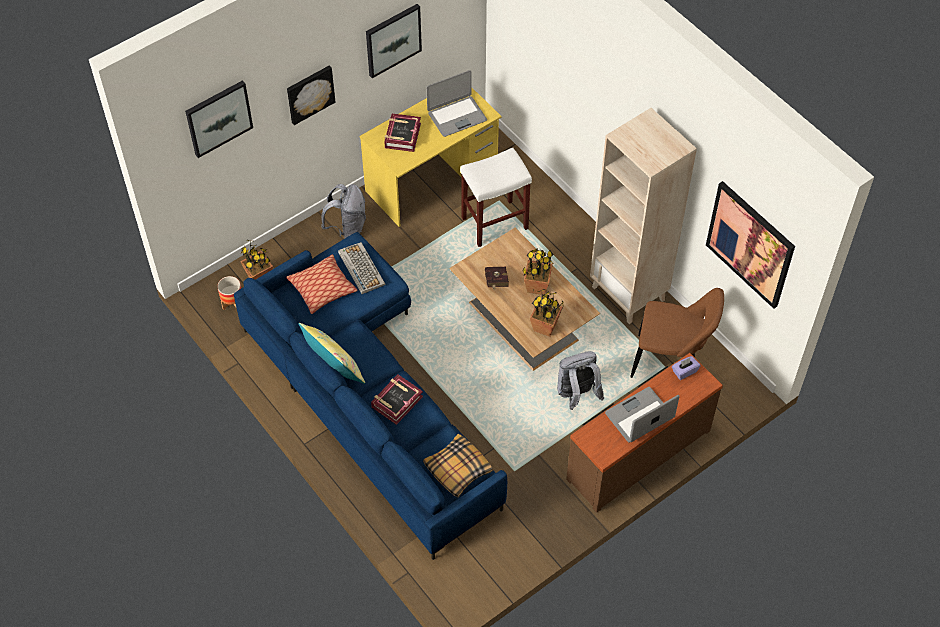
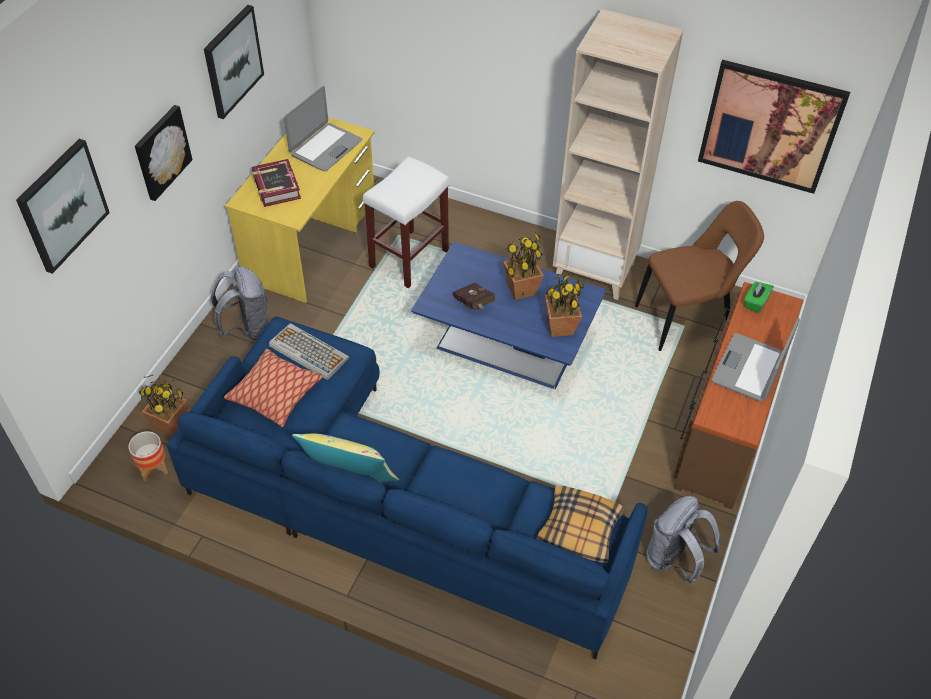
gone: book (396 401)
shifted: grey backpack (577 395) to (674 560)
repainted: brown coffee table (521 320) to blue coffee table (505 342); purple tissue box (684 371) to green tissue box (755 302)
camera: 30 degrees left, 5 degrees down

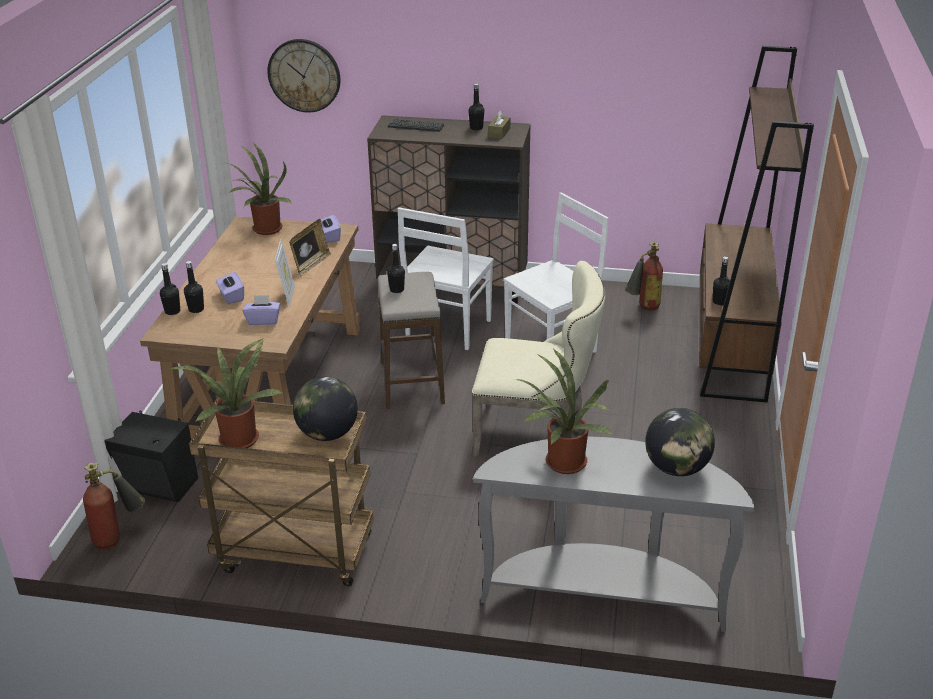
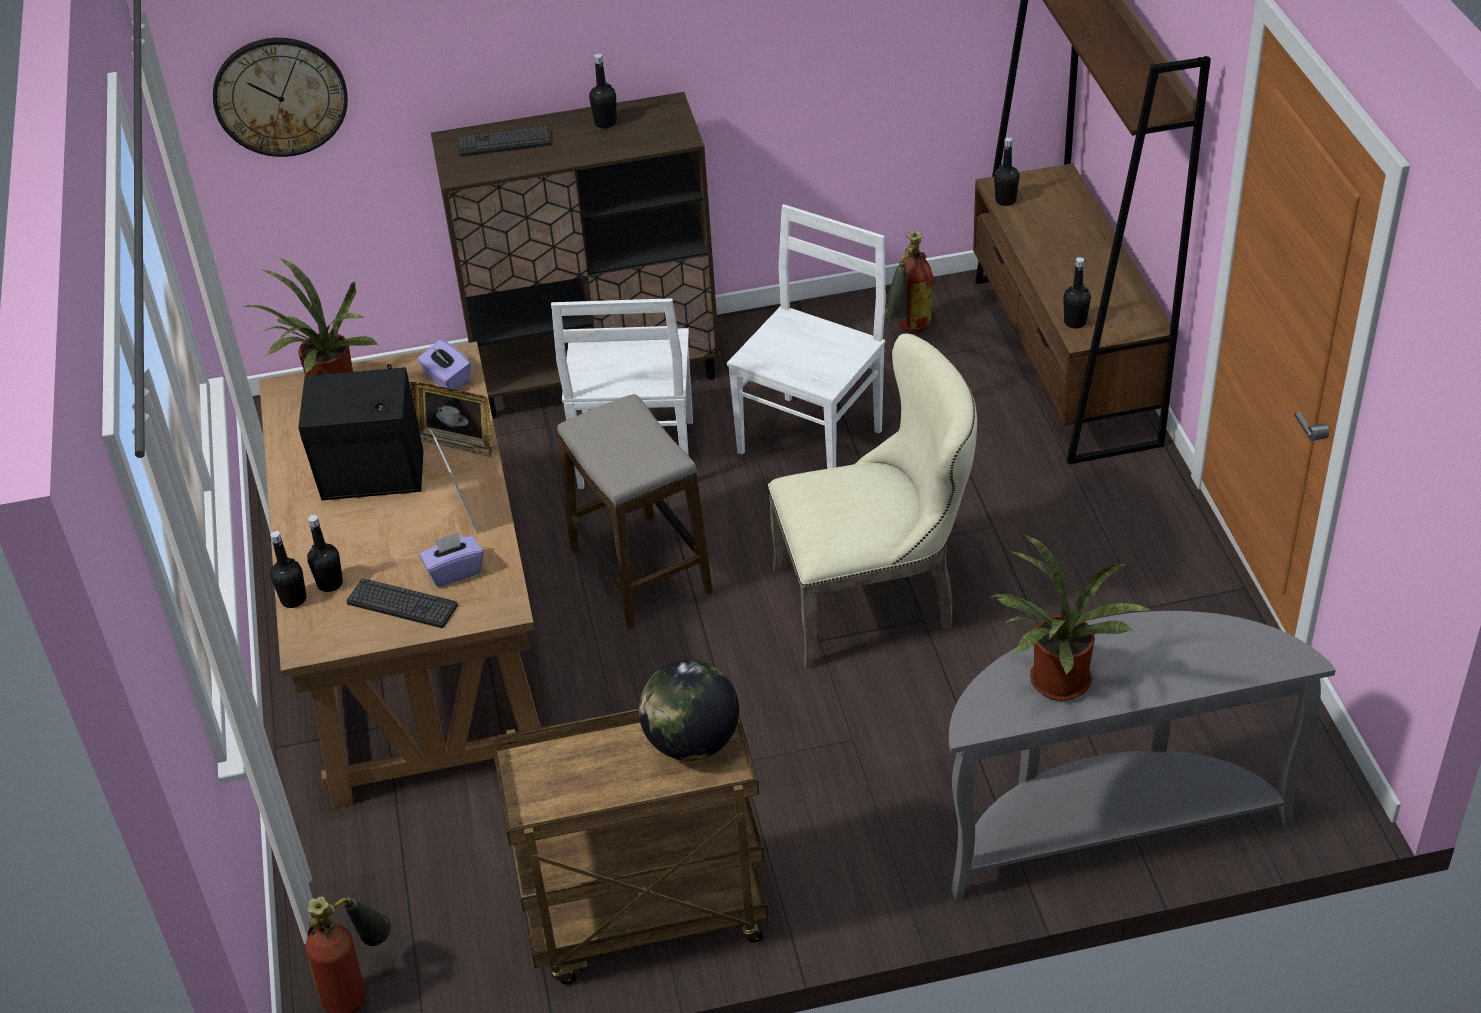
gone: potted plant (239 437); purple tissue box (231 296); brown tissue box (499 133); globe (676 468)
new: keyboard (402 604)
shifted: black speaker (160 486) to (374 479); black bottle (397 290) to (1005 200)
rotated: picture frame (310 265) = (455 443) 105 degrees clockwise
camera: 20 degrees left, 10 degrees up

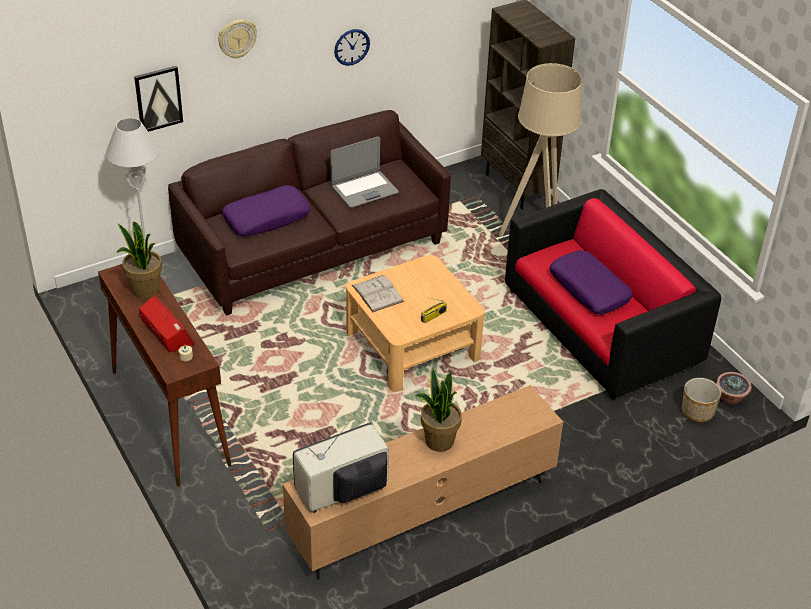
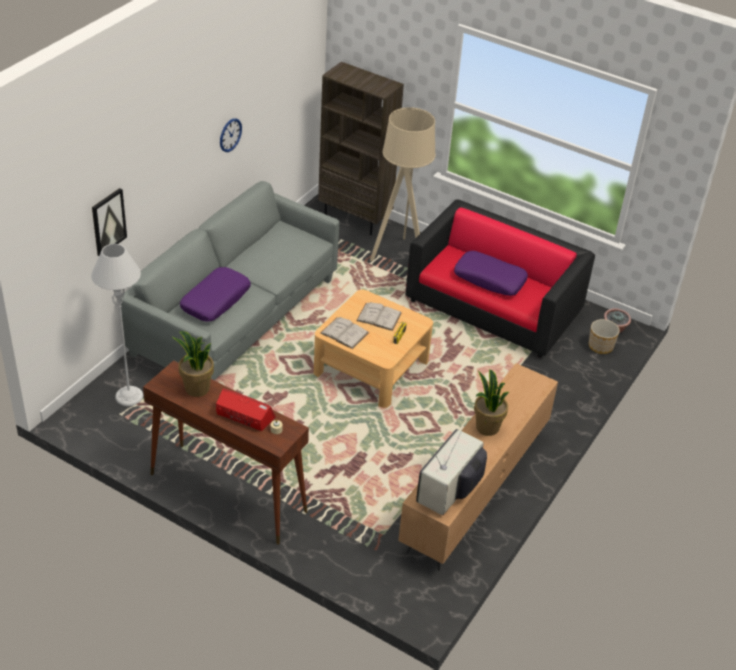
gone: wall clock (237 38); laptop (364 189)
new: white book (379 317)
repainted: brown sofa (313 249) to grey sofa (236 317)
camera: 30 degrees left, 0 degrees up

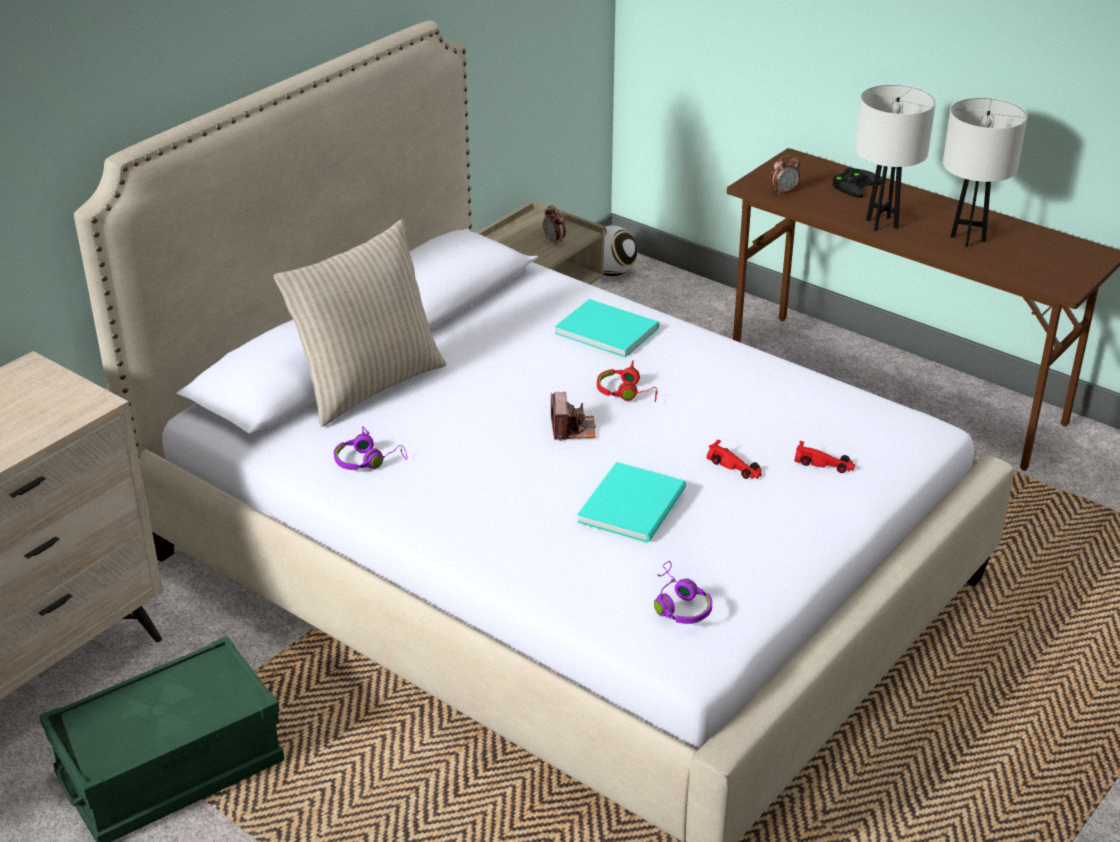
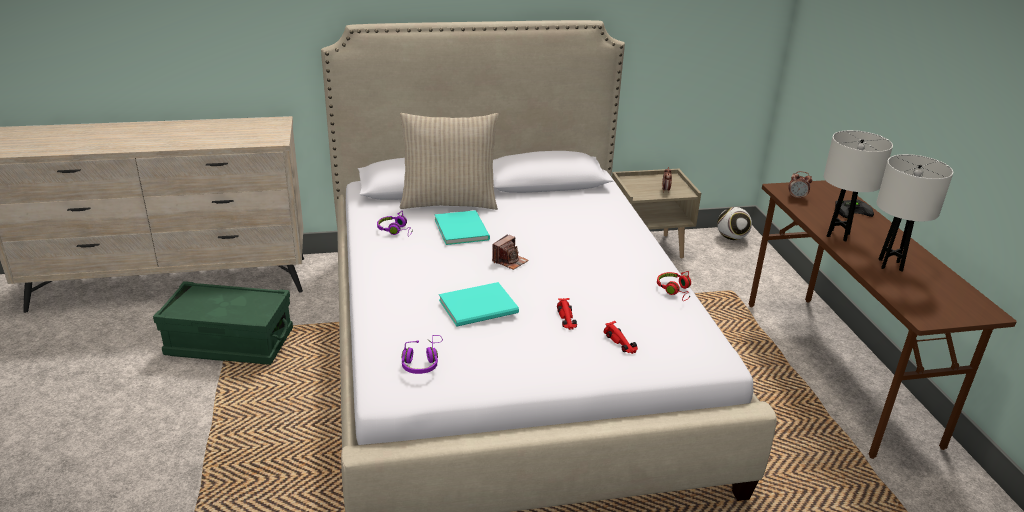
shifted: turquoise book (606 329) to (462 228); red headphones (627 393) to (675 291)
camera: 40 degrees right, 5 degrees down

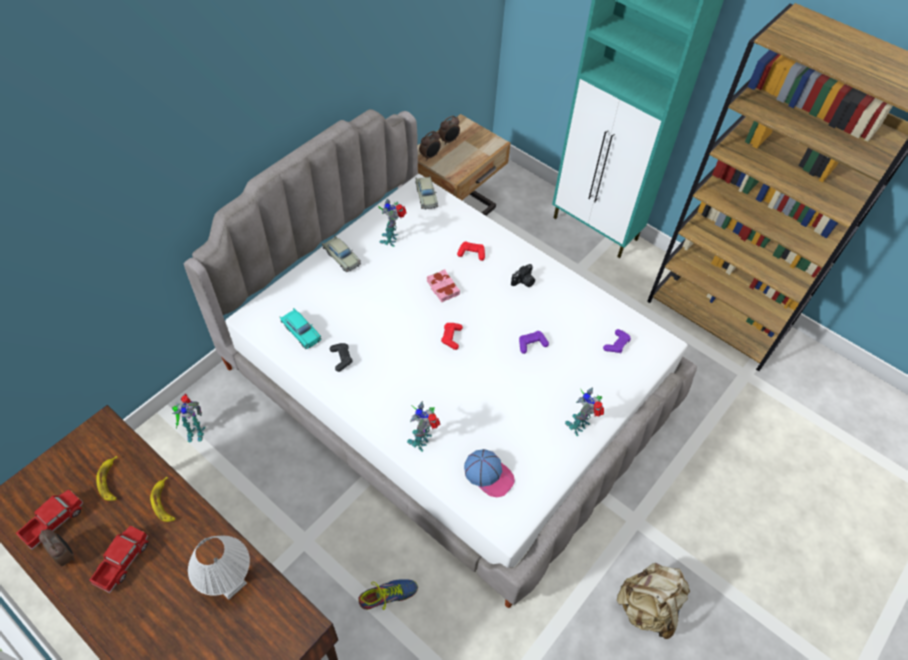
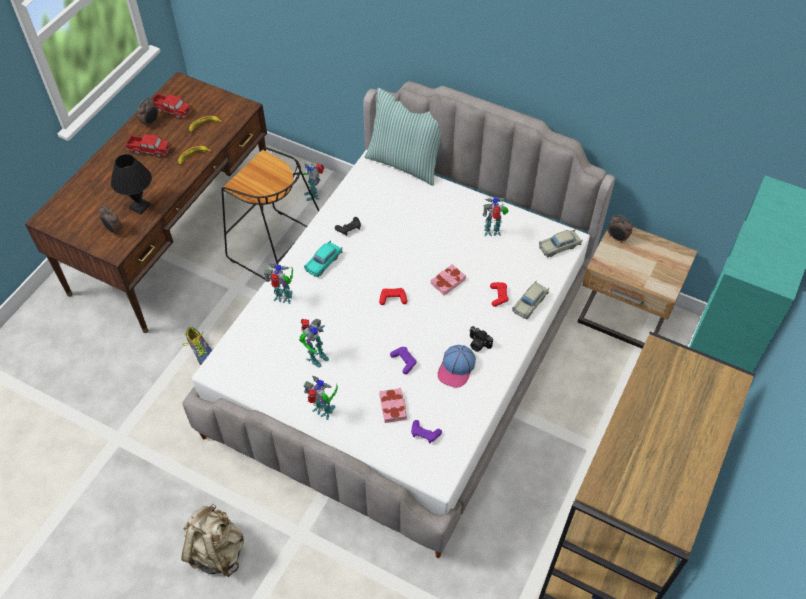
new: black stool (277 249); toy robot (315 357); pillow (405 163); pink book (393 407)
shifted: turquoise toy car (301 332) to (324 262); beige toy car (342 257) to (530 303); alarm clock (449 141) to (114 230); cap (489 475) to (456 368)
repainted: white table lamp (231 583) to black table lamp (140 206)
camera: 80 degrees right, 0 degrees up

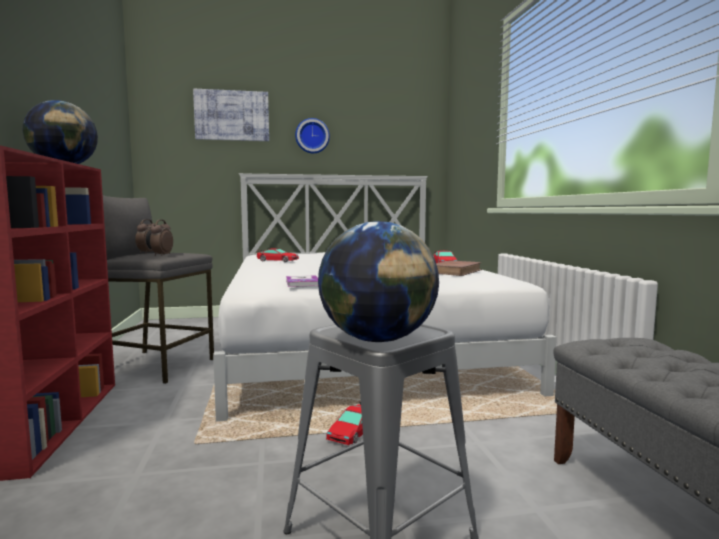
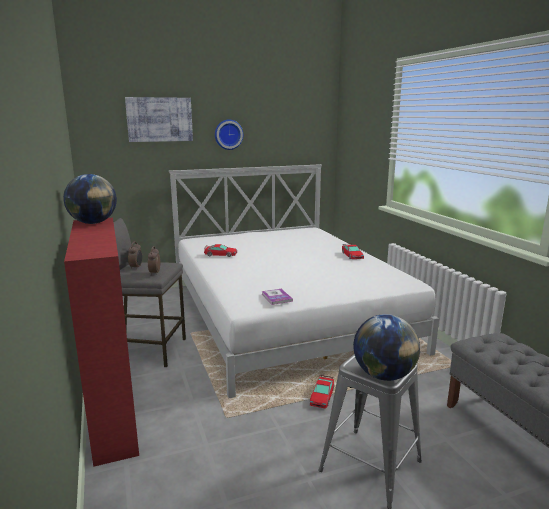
gone: brown book (455 271)
camera: 10 degrees left, 10 degrees up

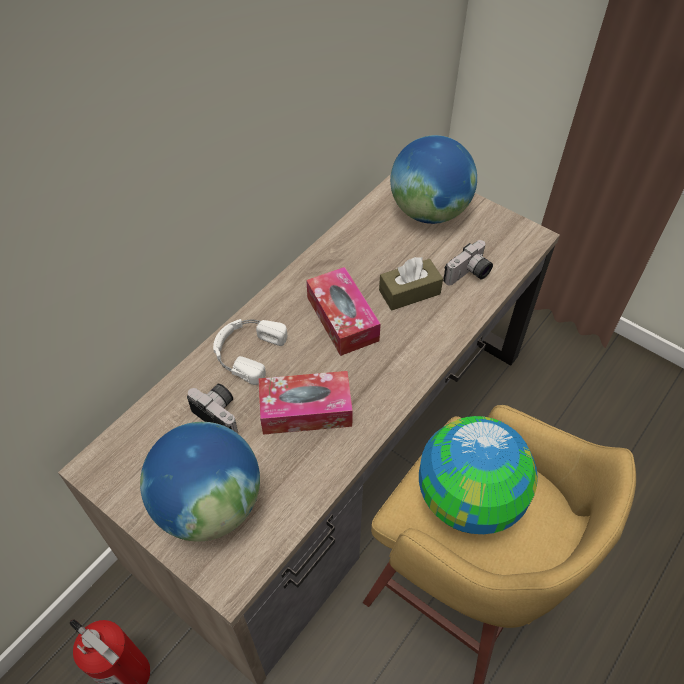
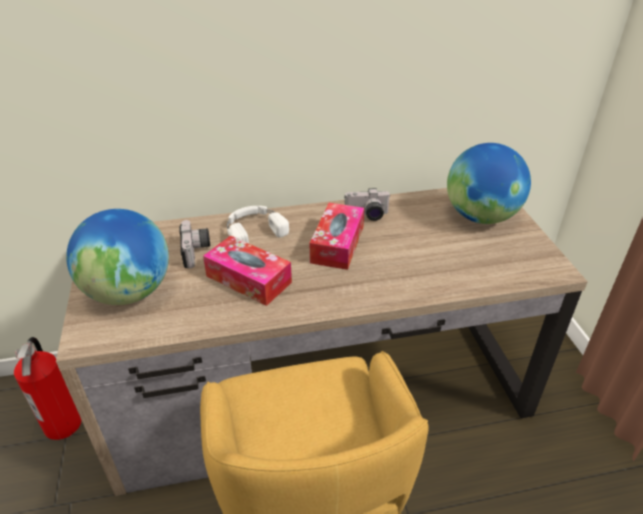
gone: brown tissue box (409 292); globe (470 499)
shifted: photo camera (469 275) to (367 215)
camera: 40 degrees right, 15 degrees down

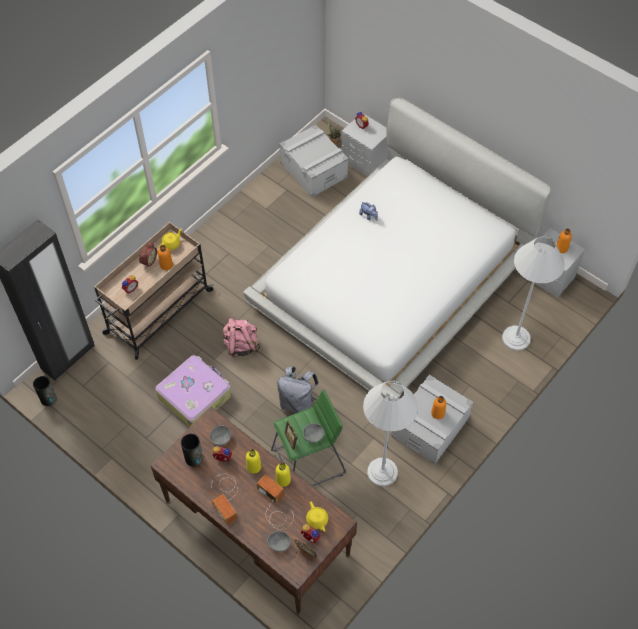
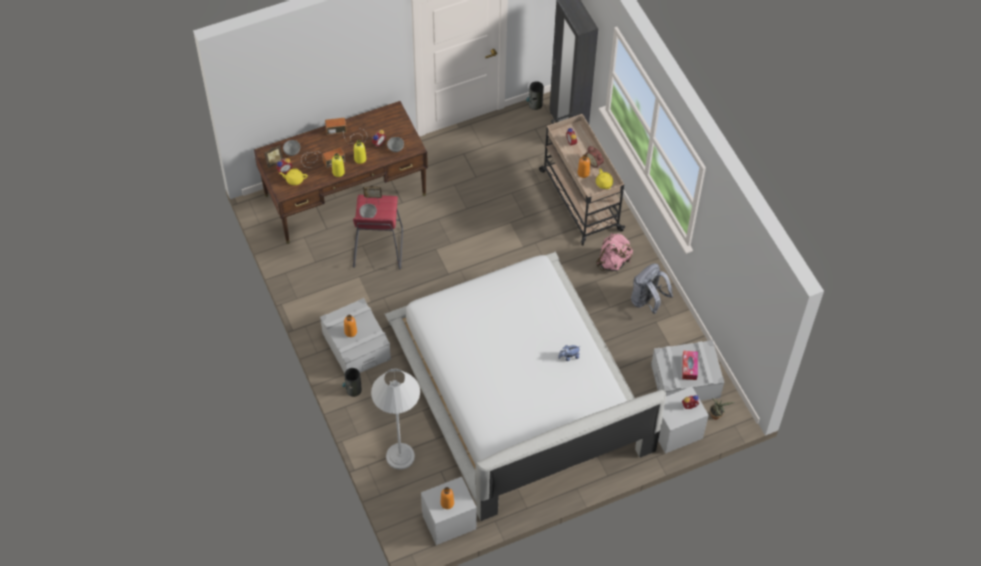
gone: suitcase (195 395); white floor lamp (382 472)
new: tissue box (689 367)
shifted: vase (194 458) to (353 390); pink backpack (241 345) to (613 262); grey backpack (297 402) to (648 301)
repainted: green stool (308 461) to red stool (378 249)
camera: 115 degrees right, 0 degrees up

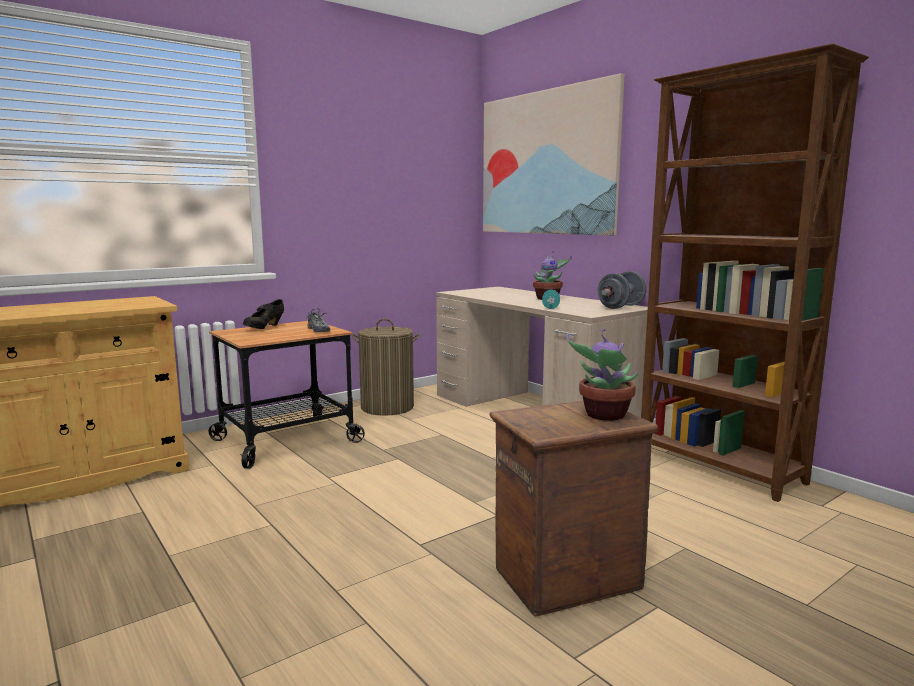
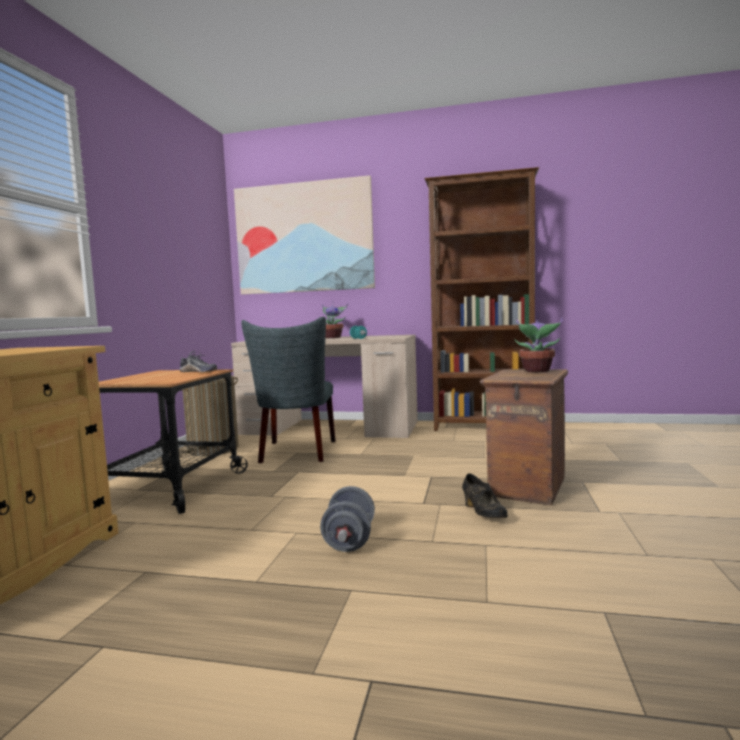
new: grey chair (296 453)
shifted: black shoe (264 328) to (483 514); grey dumbbell (621 307) to (349 540)
camera: 40 degrees left, 5 degrees down

